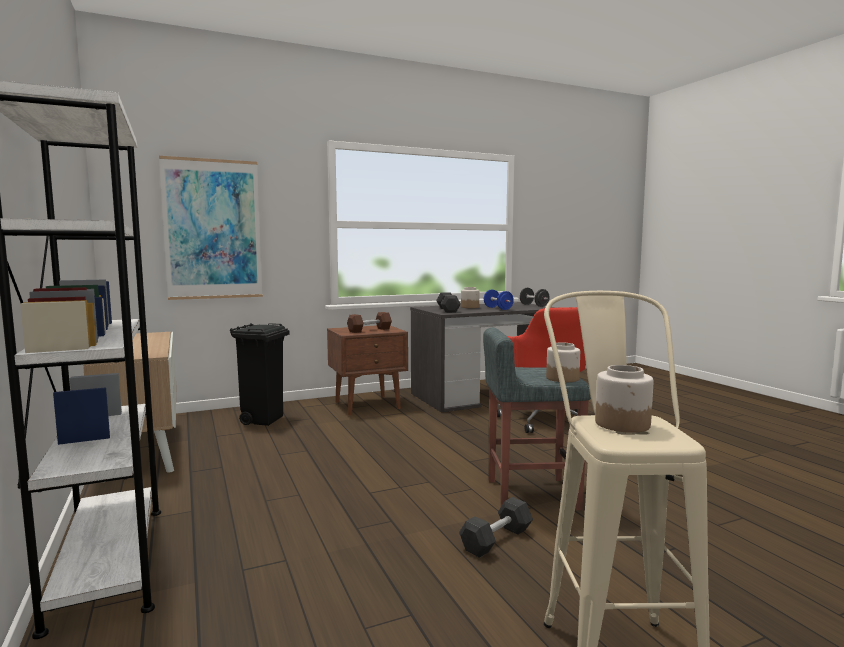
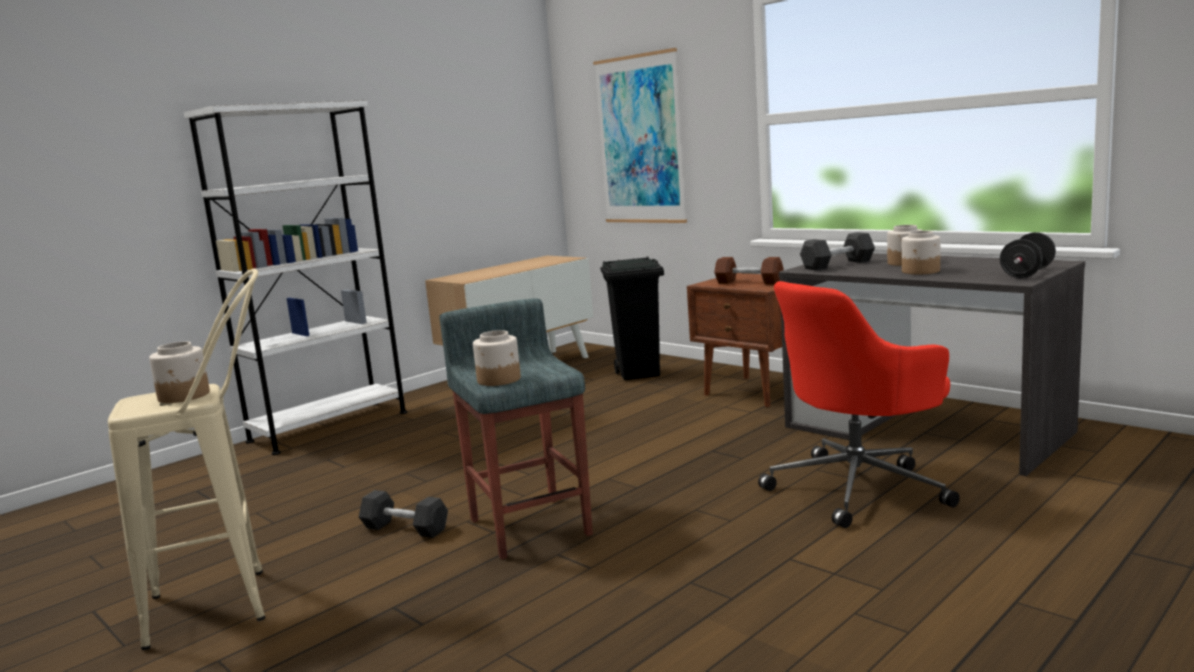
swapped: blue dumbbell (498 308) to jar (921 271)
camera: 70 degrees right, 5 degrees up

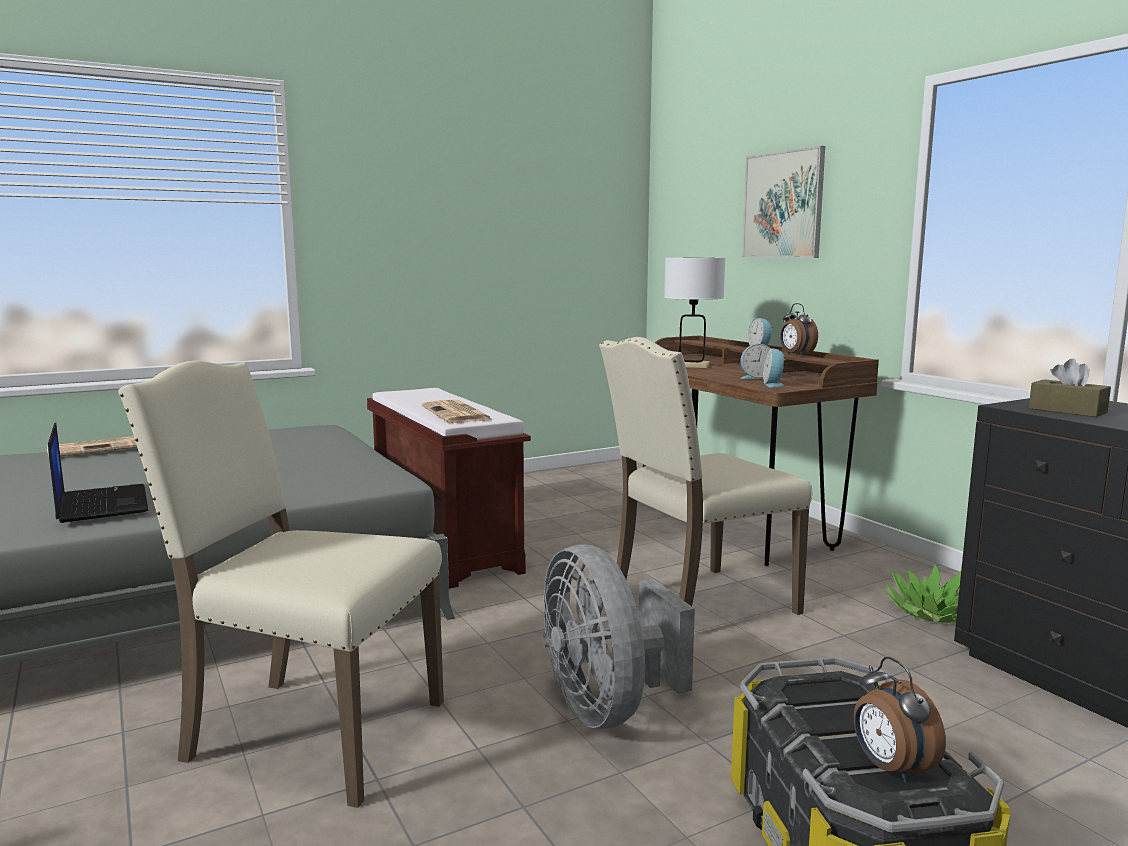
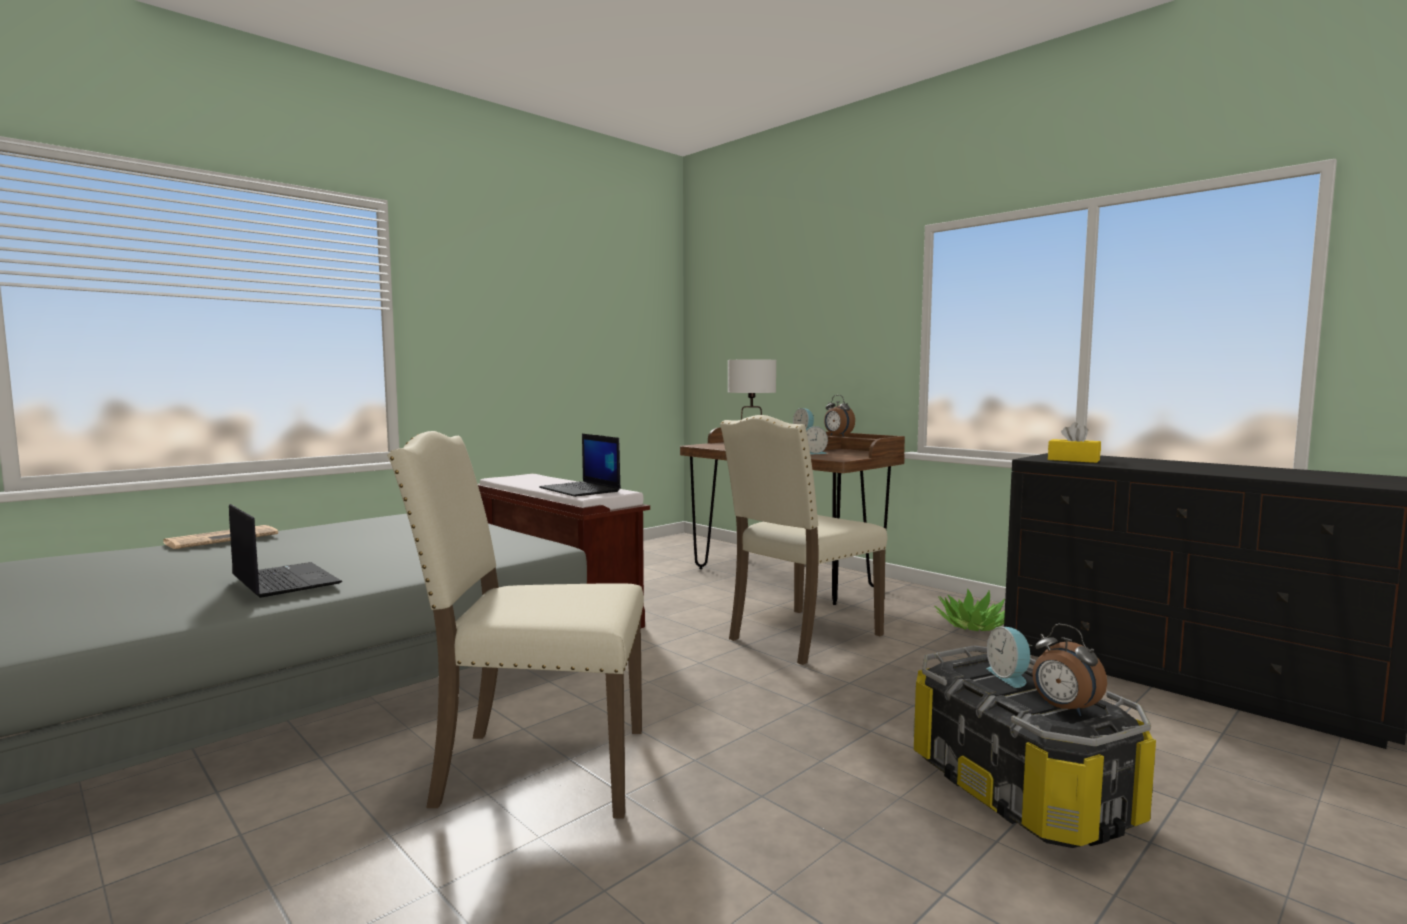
gone: grey fan (607 708); picture (783 205)
shifted: alarm clock (774 384) to (1009 676)
swapped: newspaper (457 413) to laptop (581 490)
repainted: brown tissue box (1067 411) to yellow tissue box (1073 460)
camera: 15 degrees left, 5 degrees down

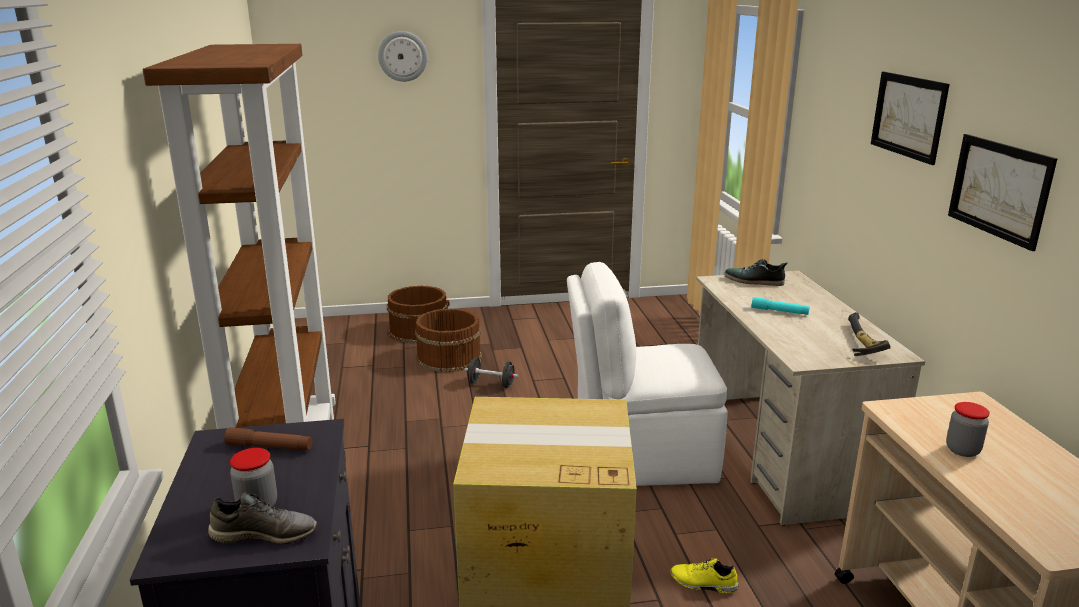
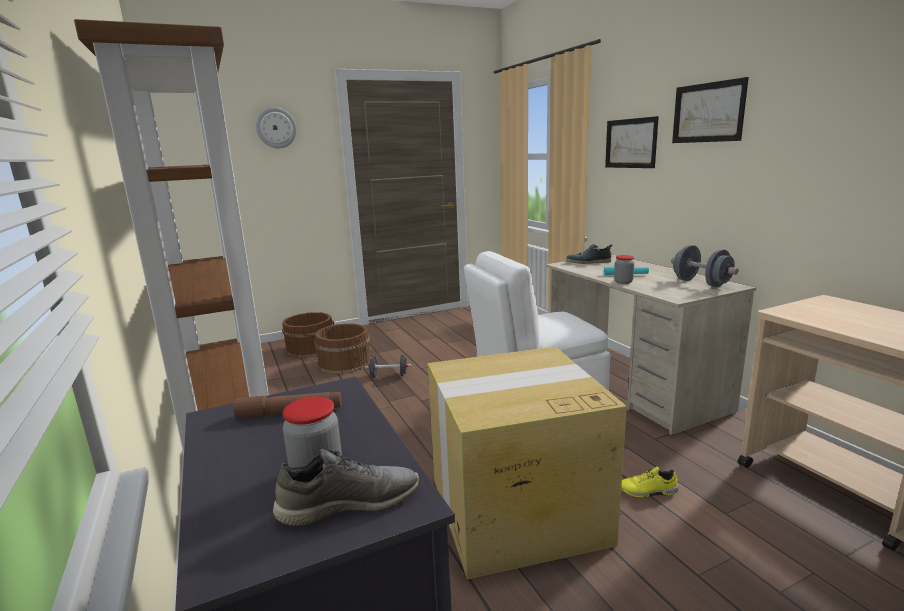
shifted: jar (962 450) to (623 282); picture (999 189) to (630 143)
swapped: hammer (859 342) to grey dumbbell (701 283)
camera: 15 degrees left, 5 degrees down

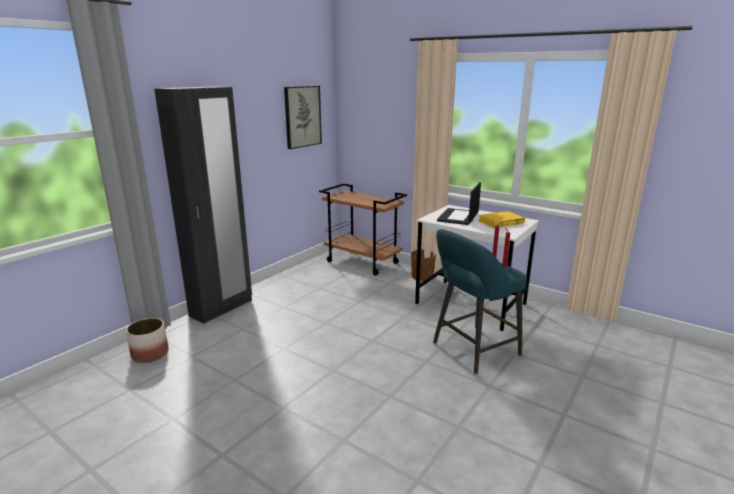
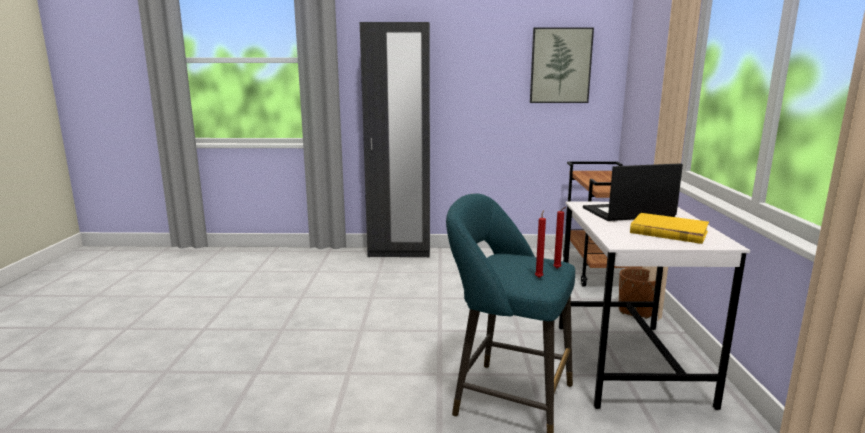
gone: planter (150 353)
camera: 55 degrees right, 5 degrees down

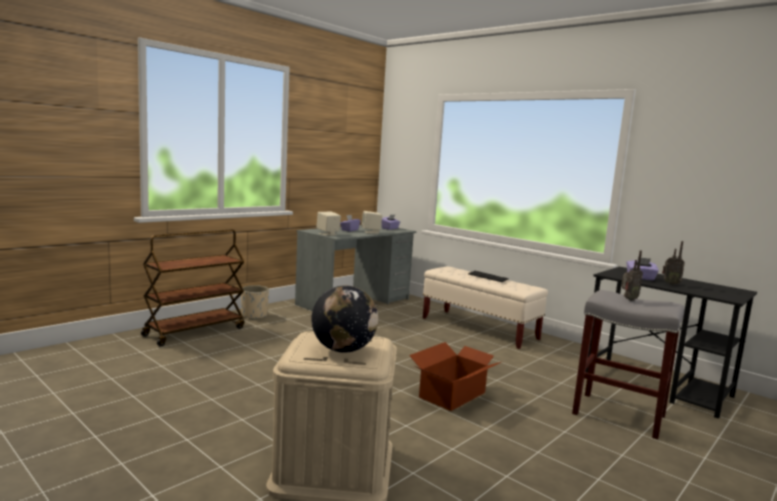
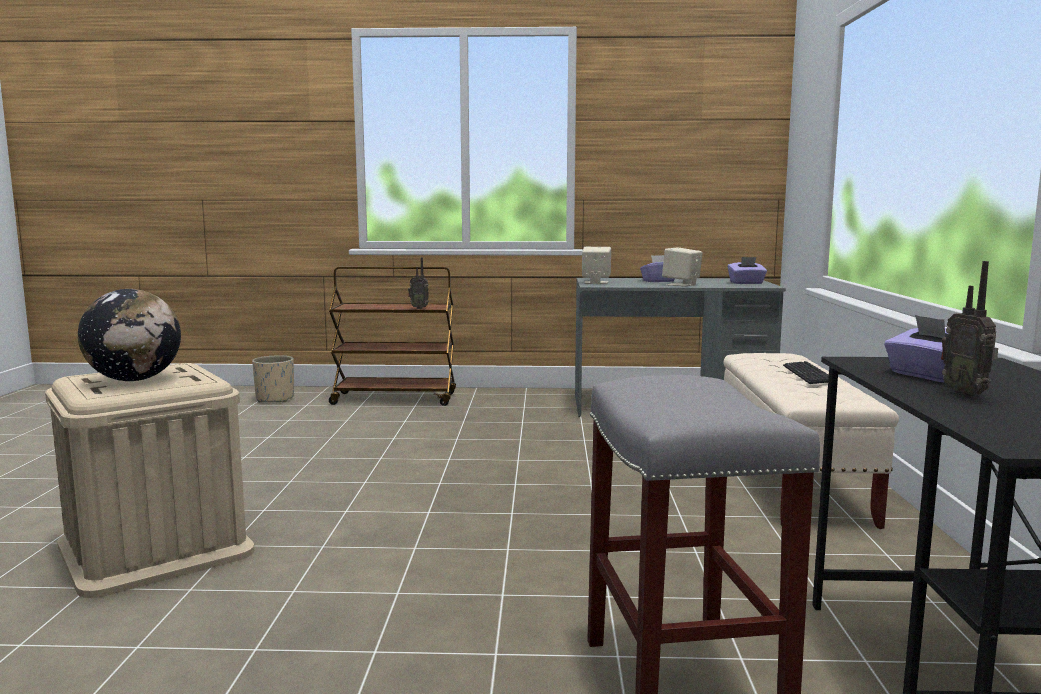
gone: cardboard box (453 395)
shifted: beige planter (254 316) to (275 399); radio (628 299) to (419 308)
camera: 50 degrees right, 0 degrees up

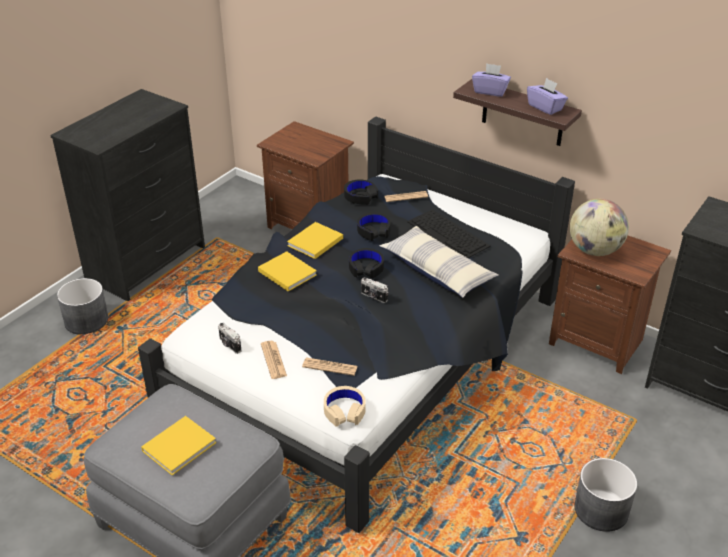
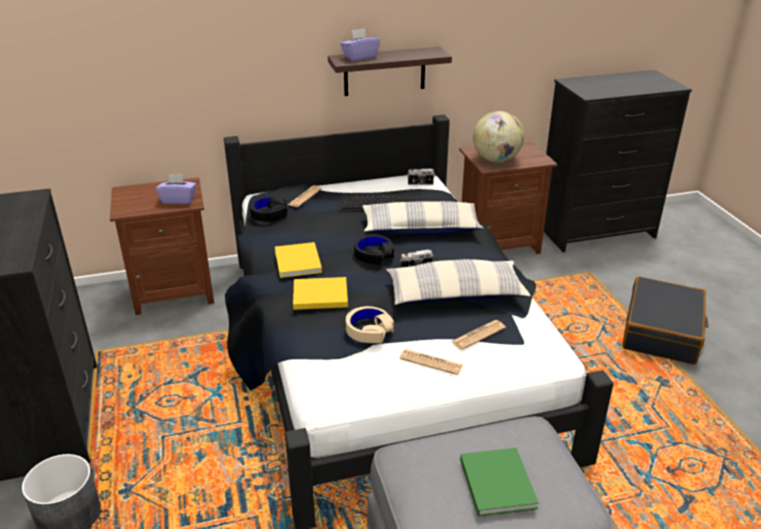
gone: black headphones (373 231)
new: pillow (455 295)
shifted: photo camera (229 345) to (420 184); beige headphones (344 411) to (369 330); purple tissue box (545 107) to (178 200)
swapped: grey planter (601 509) to black suitcase (662 332)
repainted: yellow book (181 445) to green book (496 481)
camera: 50 degrees left, 5 degrees down

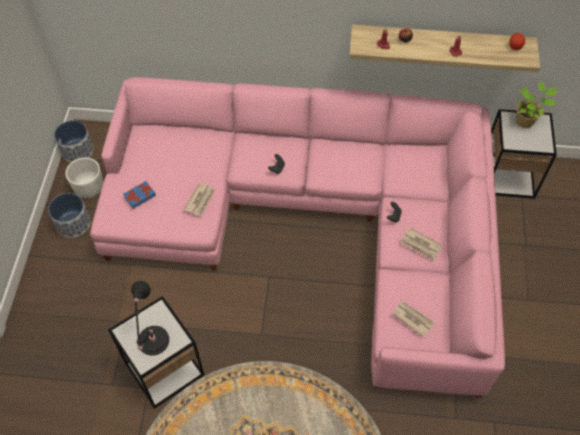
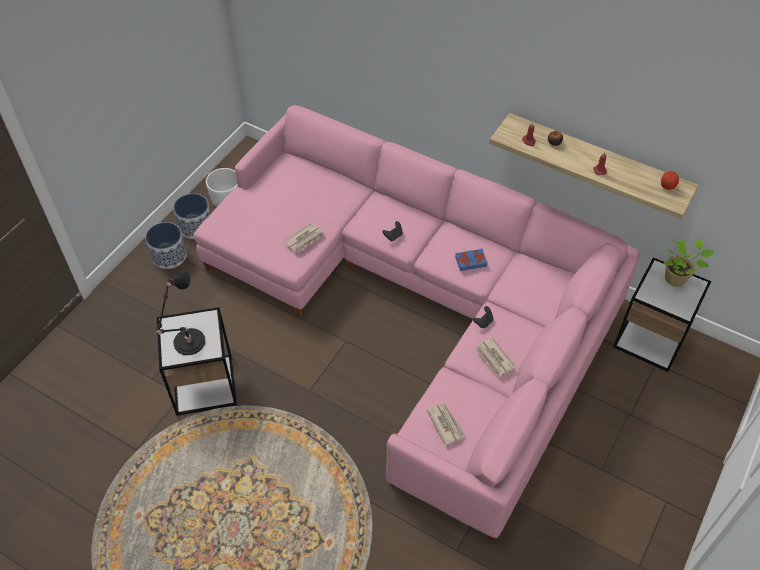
shifted: planter (77 150) to (169 255); blue book (139 196) to (470 261)
camera: 25 degrees right, 5 degrees down

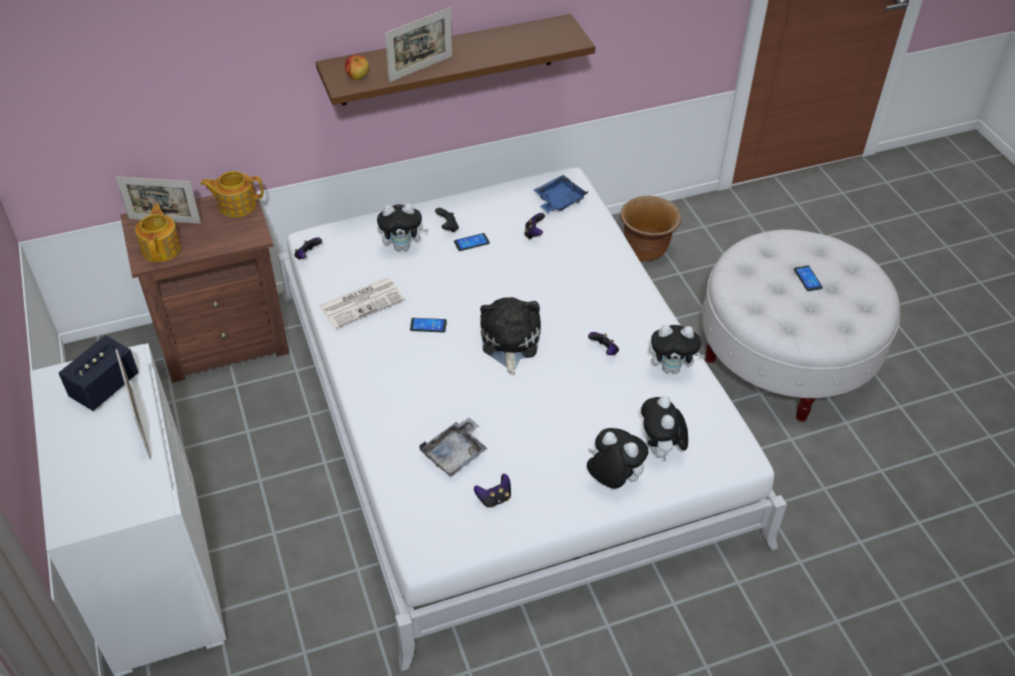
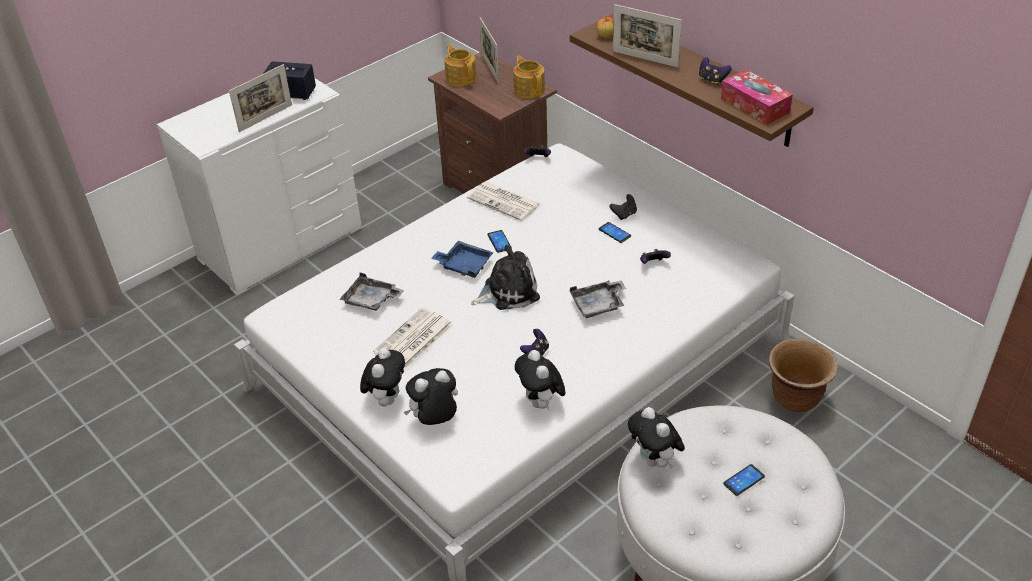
new: newspaper (413 340); grey tray (598 305); tissue box (754 105)
shifted: plush toy (403 246) to (654 461); game controller (494 498) to (712 80); blue tray (558 200) to (464 265)
rotated: teapot (162 248) = (461 78) 90 degrees counterclockwise
camera: 70 degrees right, 5 degrees down

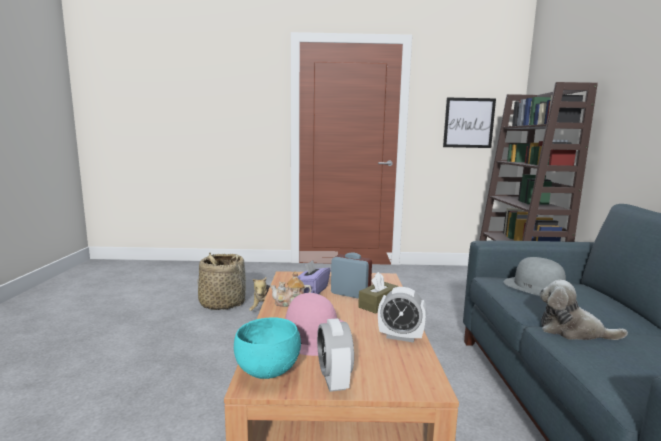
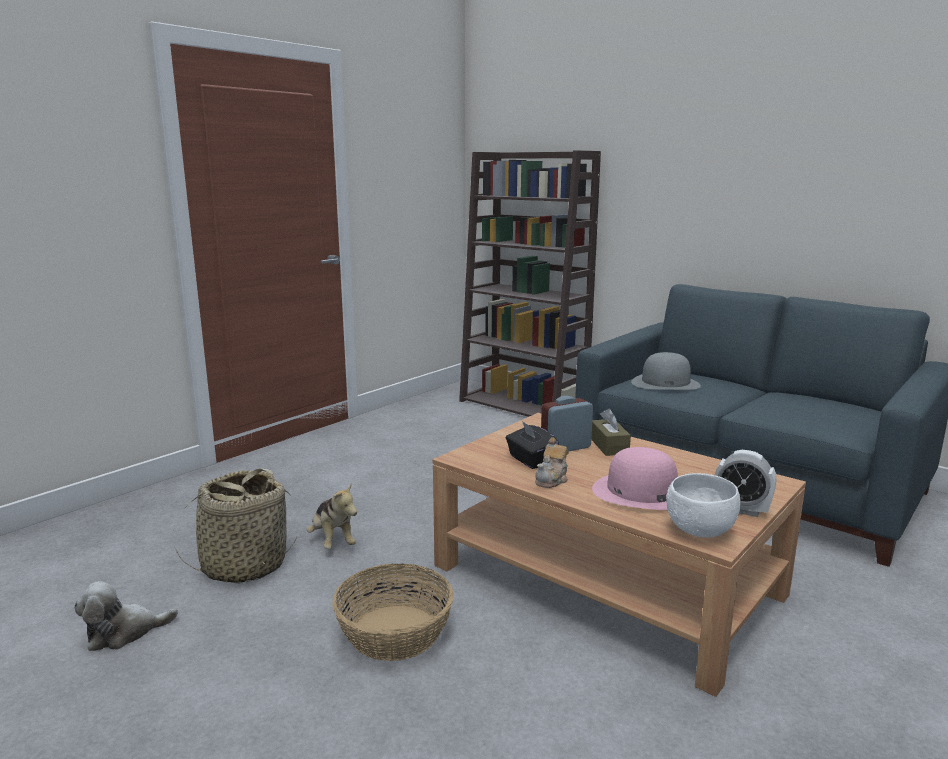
gone: alarm clock (400 337); picture (468 123)
new: basket (394 633)
shifted: plush toy (572 331) to (124 633)
repainted: turquoise bowl (268 370) to white bowl (698 530); purple tissue box (312 290) to black tissue box (530 460)
camera: 50 degrees left, 5 degrees up

